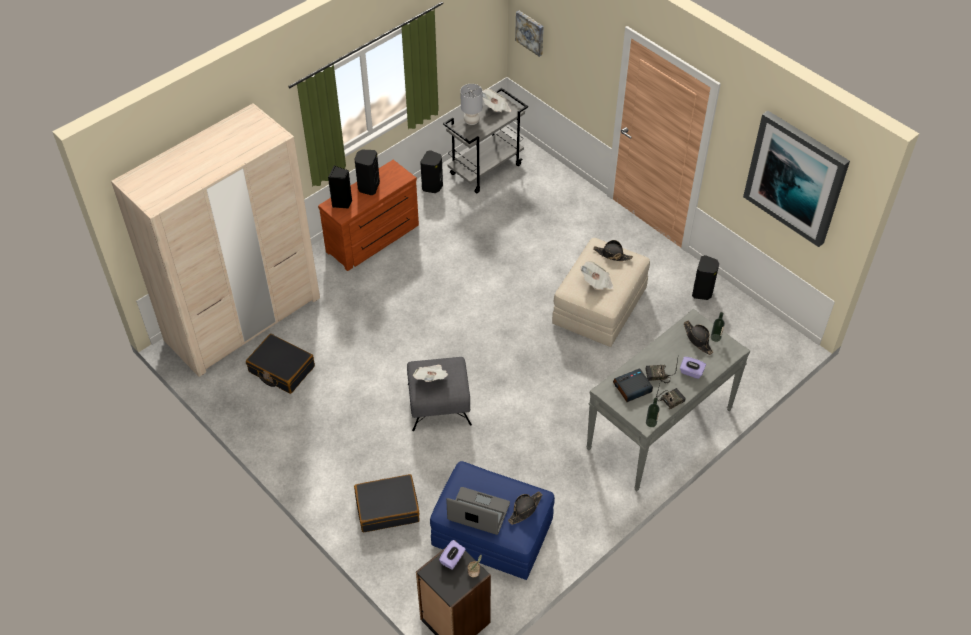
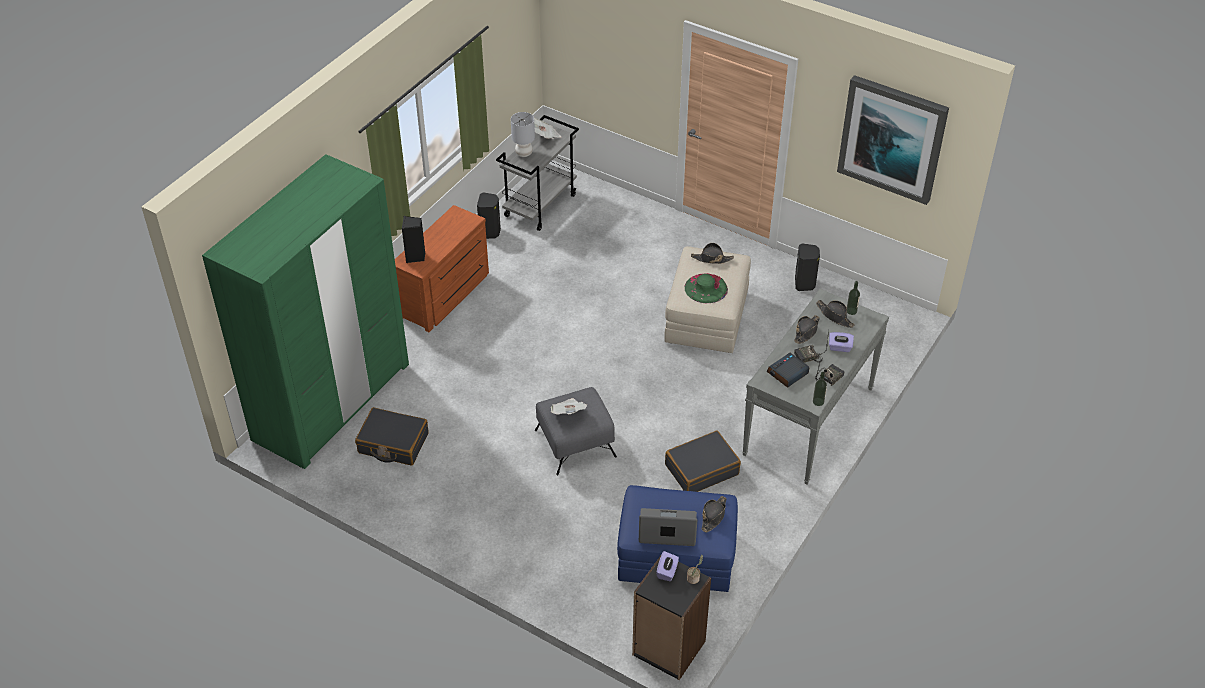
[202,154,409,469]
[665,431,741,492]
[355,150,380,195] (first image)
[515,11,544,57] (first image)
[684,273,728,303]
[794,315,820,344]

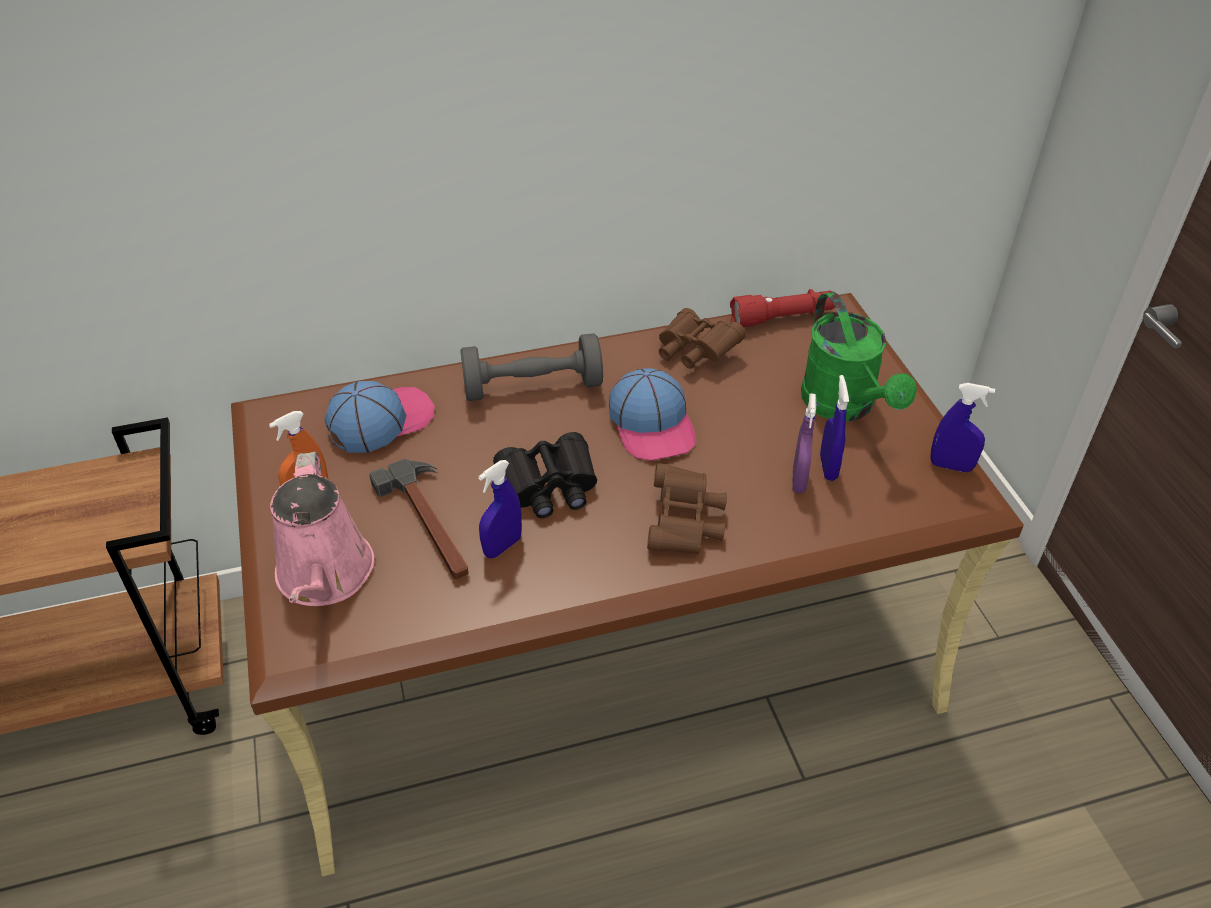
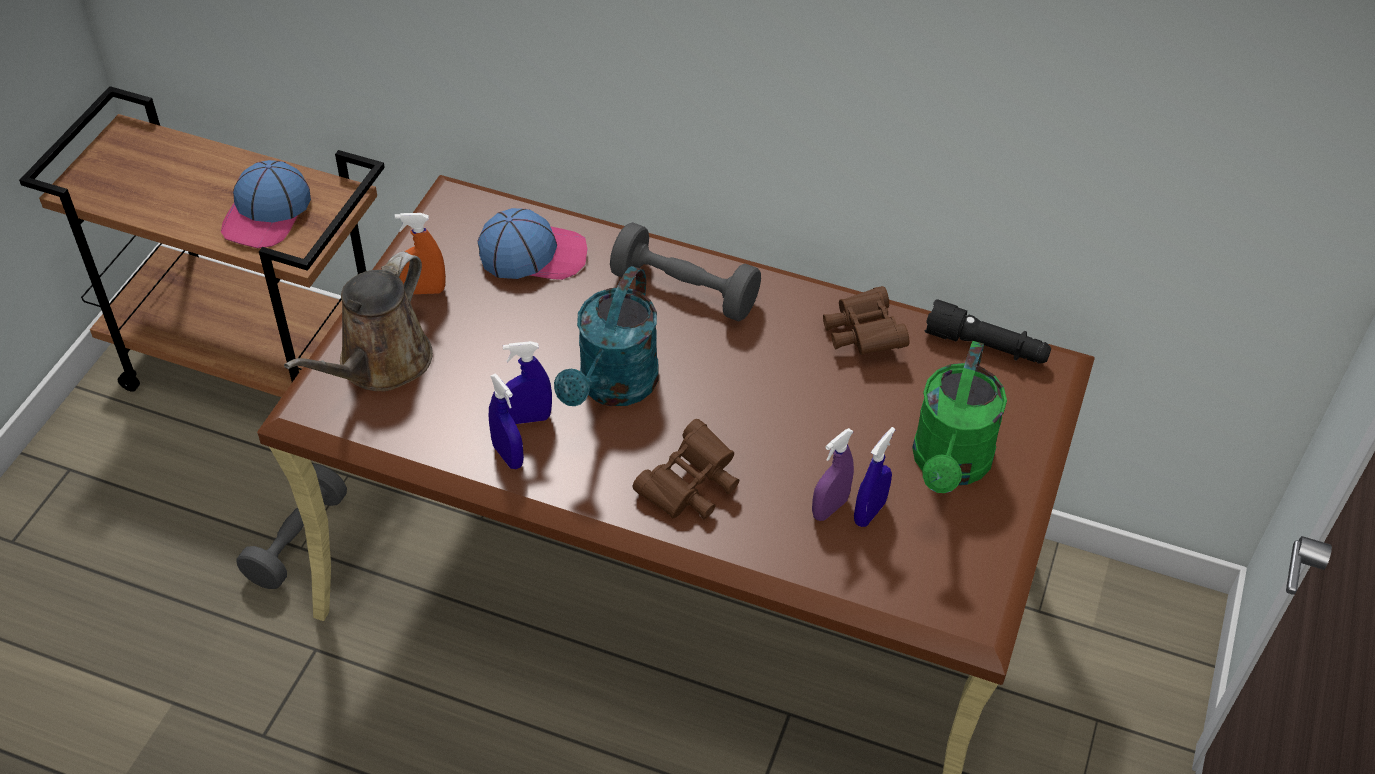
[284,251,433,391]
[369,458,469,579] (first image)
[554,266,659,406]
[221,160,311,248]
[925,299,1051,364]
[489,374,524,469]
[236,464,347,589]

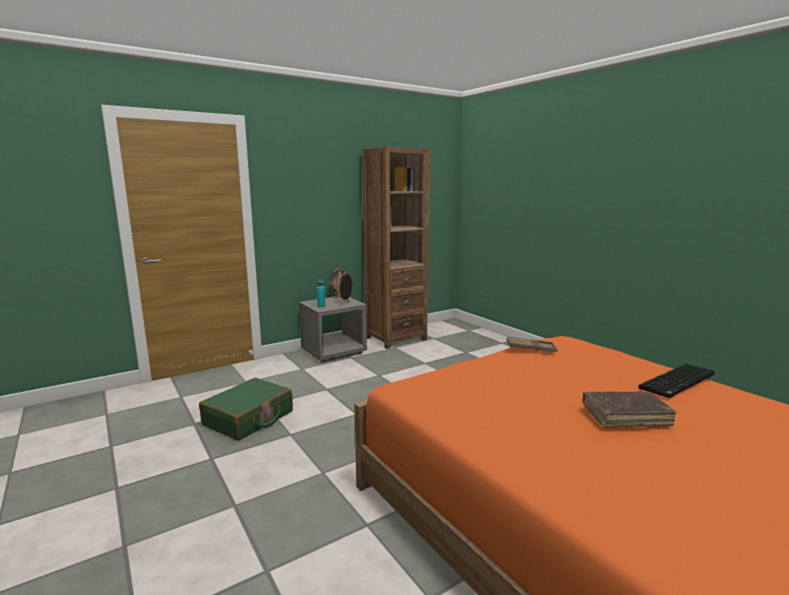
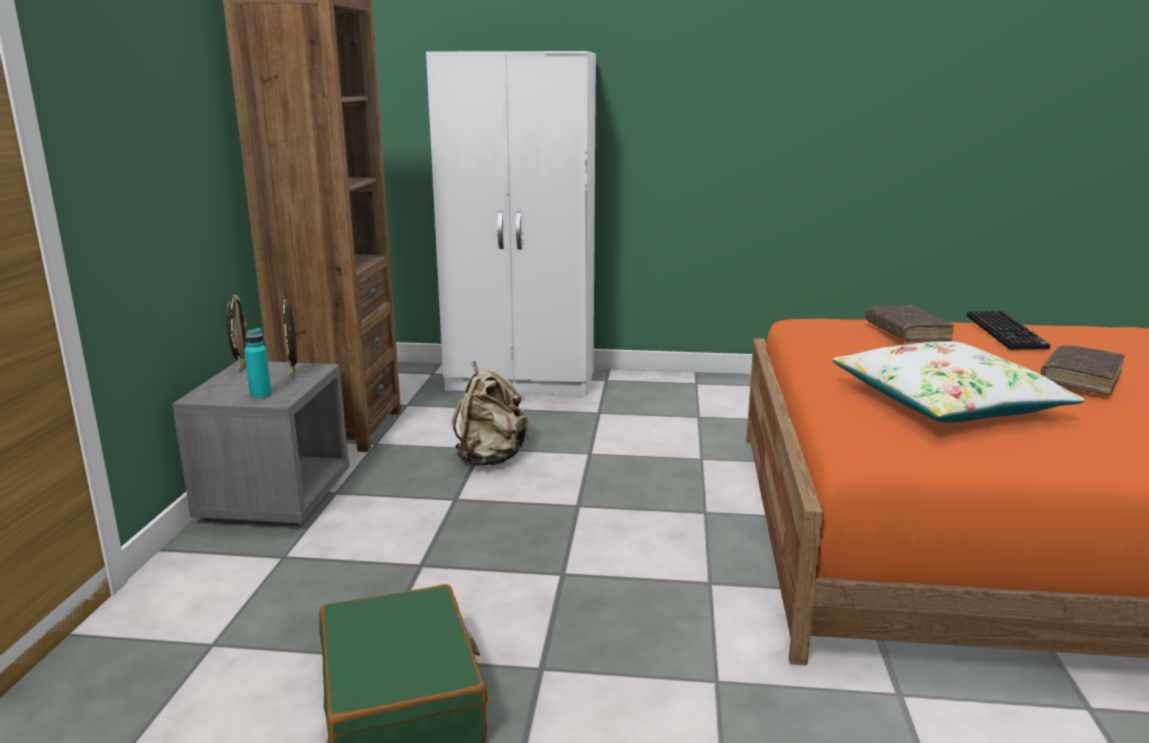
[507,337,558,352] (first image)
[426,51,596,396]
[452,361,529,466]
[832,341,1085,423]
[865,305,954,341]

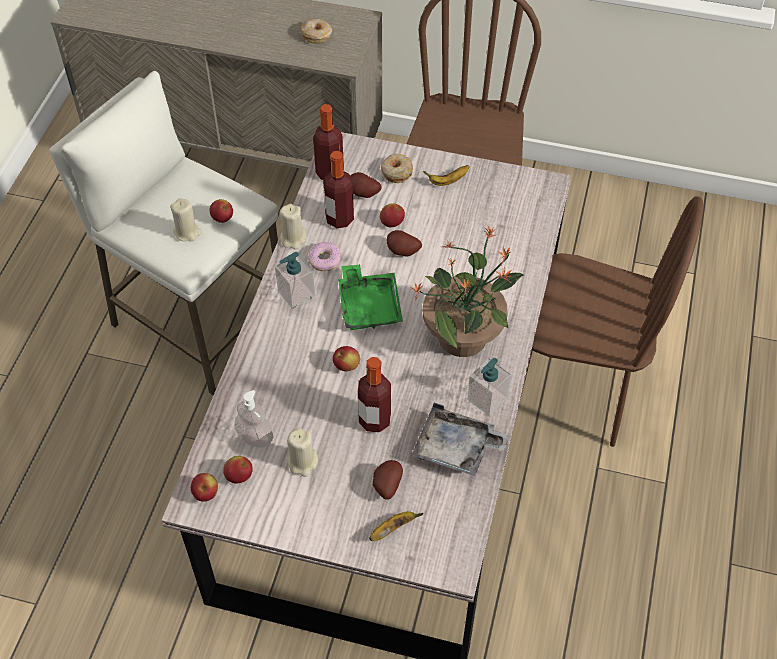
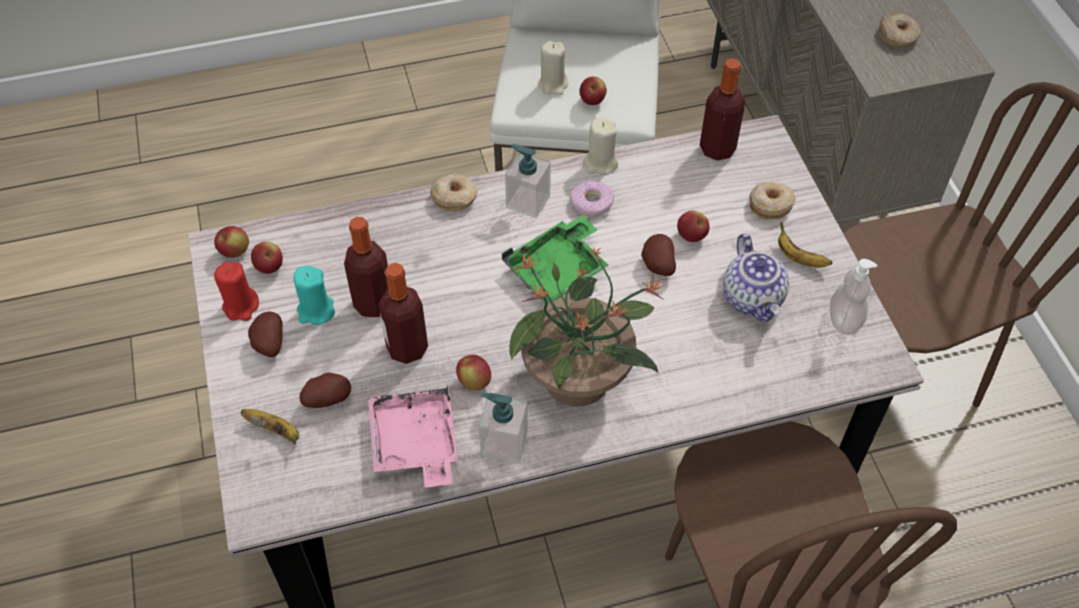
[830,259,877,335]
[293,266,335,325]
[344,217,388,318]
[456,355,491,390]
[248,312,283,357]
[368,385,457,487]
[214,261,259,321]
[430,173,478,212]
[723,233,789,322]

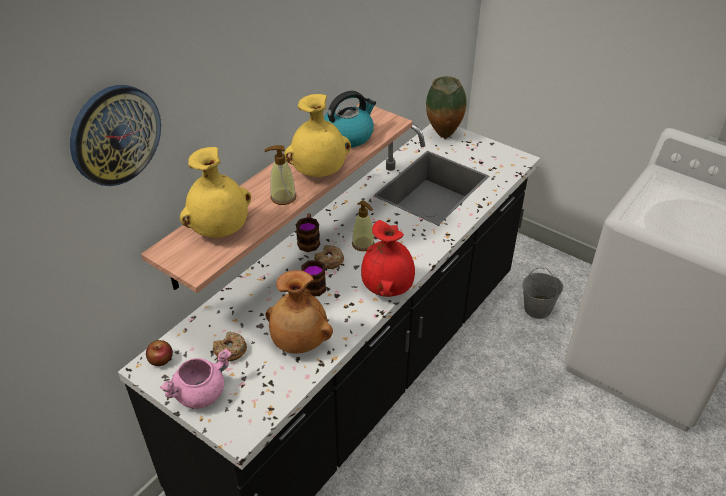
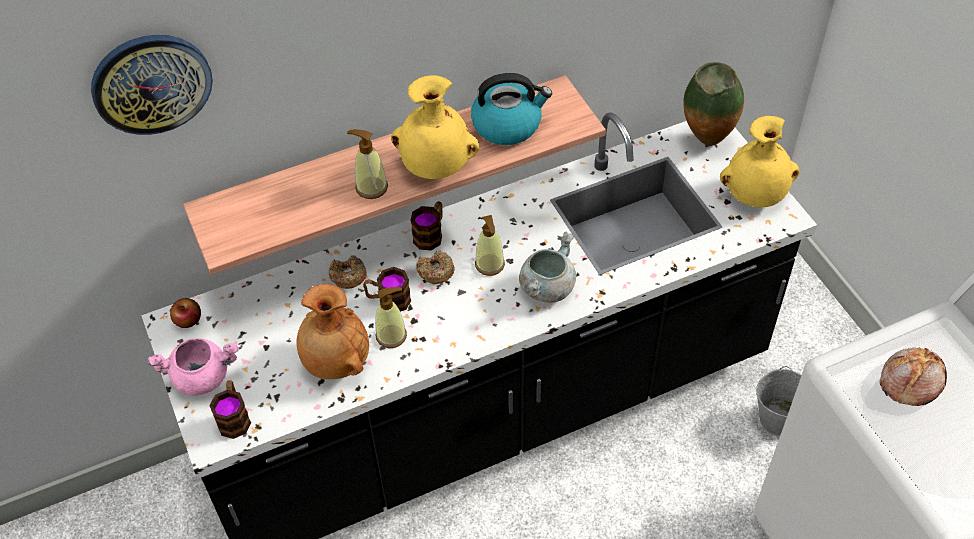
[720,116,800,207]
[328,255,367,289]
[361,220,415,297] (first image)
[209,380,251,439]
[375,287,407,348]
[519,231,576,303]
[880,347,947,406]

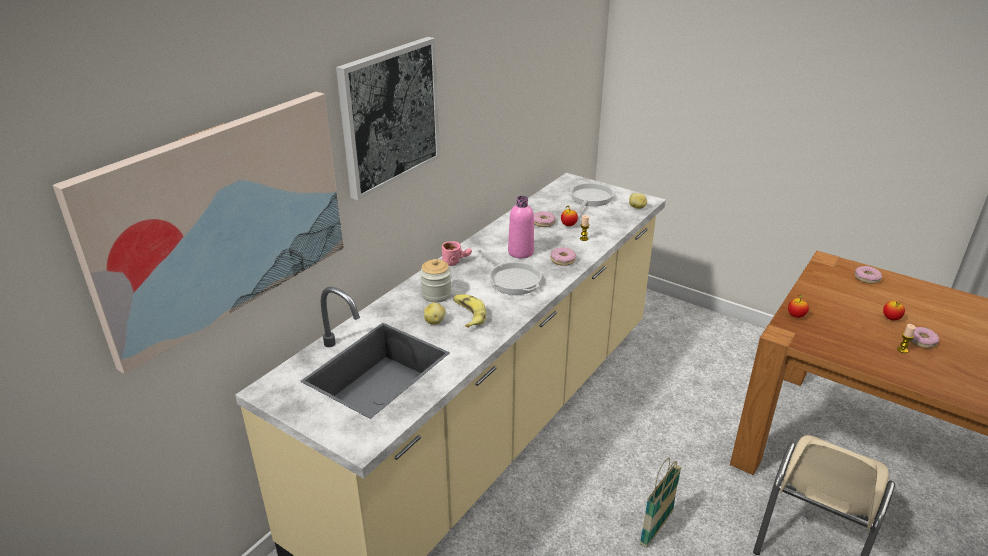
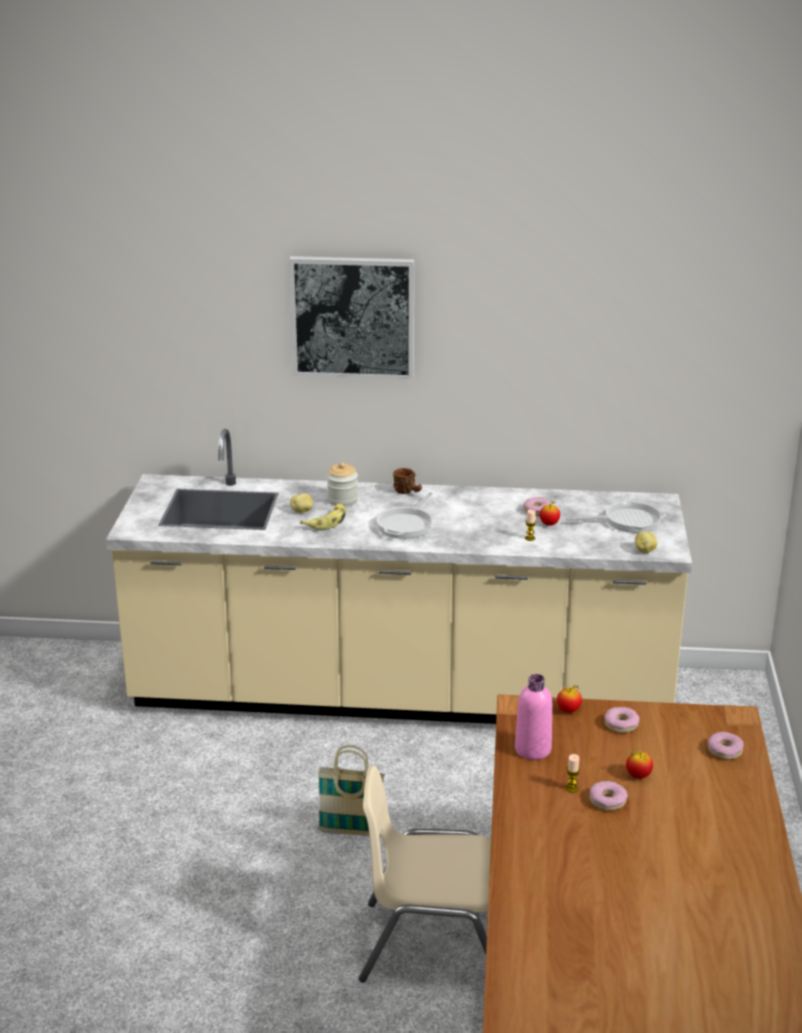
[53,92,344,374] (first image)
[393,468,422,494]
[515,674,552,760]
[604,707,639,733]

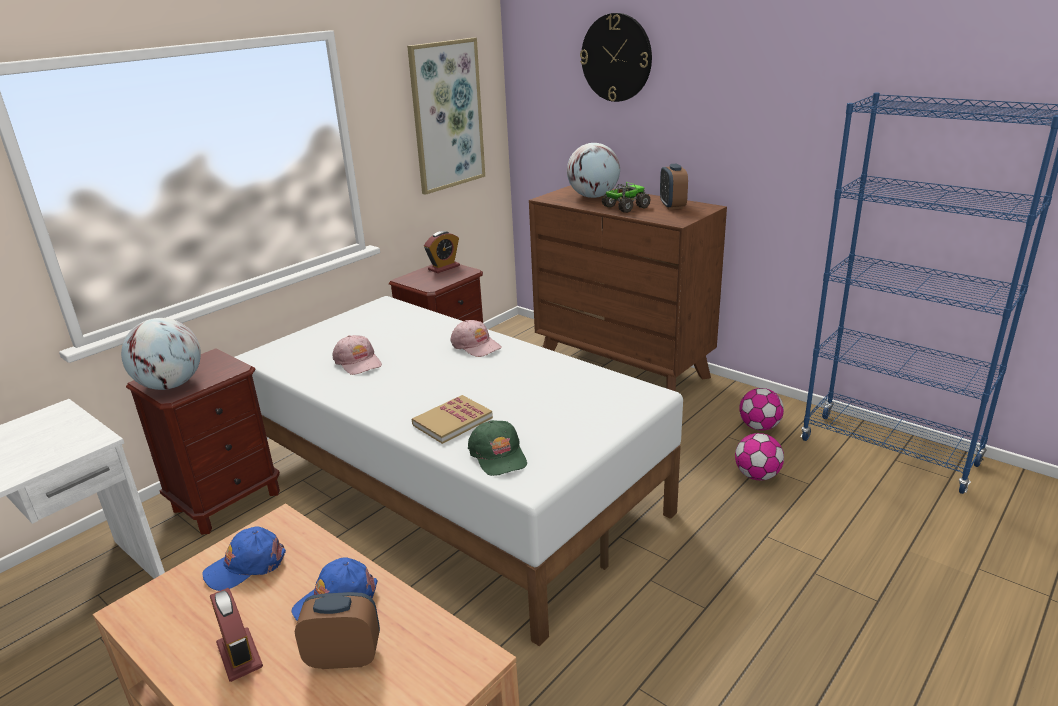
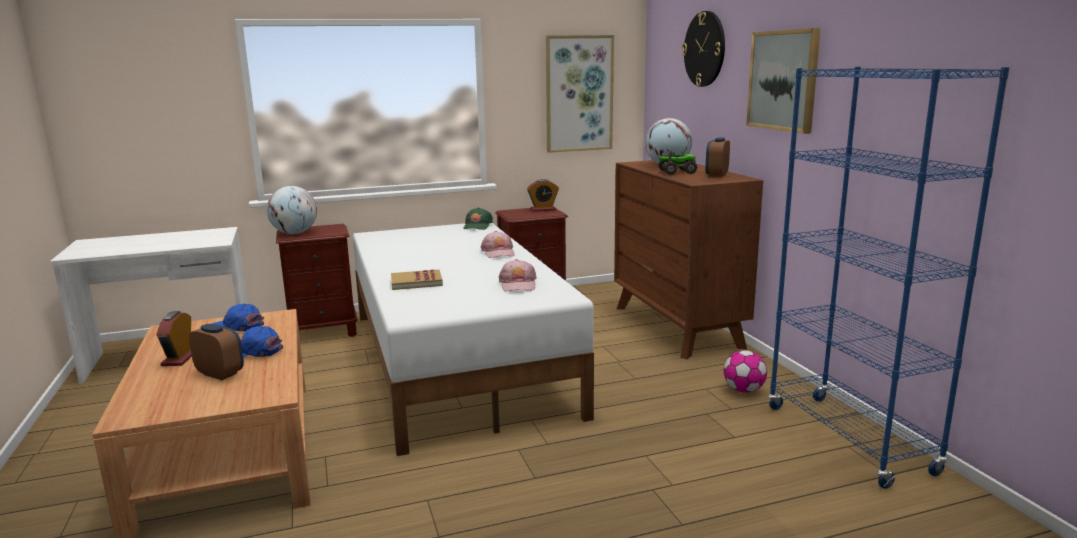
[498,259,537,292]
[463,208,493,230]
[735,433,784,480] (first image)
[746,28,821,134]

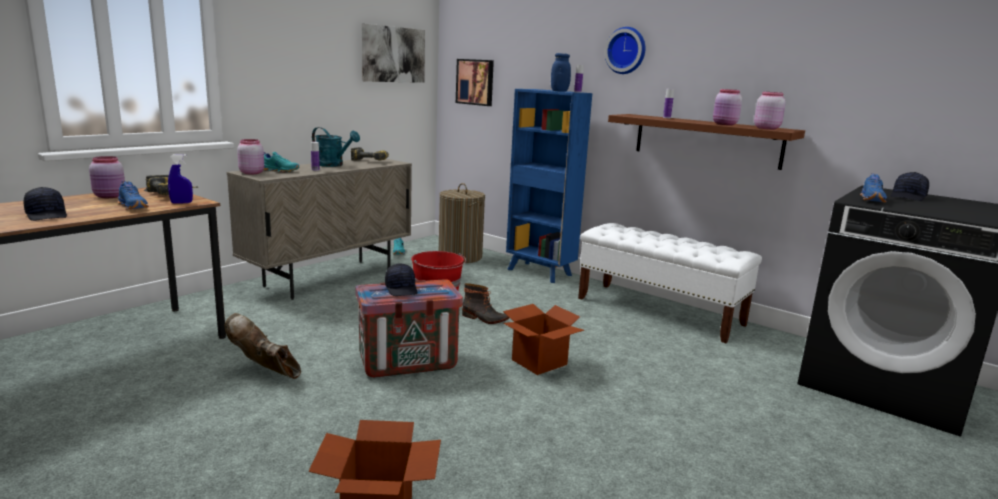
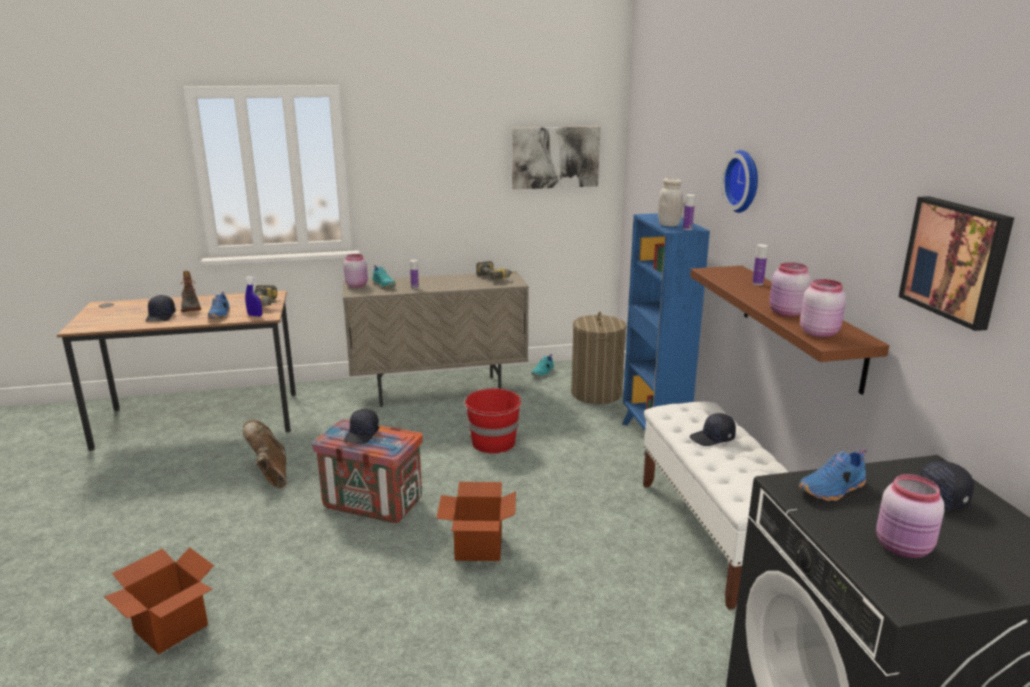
[876,474,945,558]
[312,127,360,167] (first image)
[899,196,1014,331]
[181,271,201,312]
[658,178,683,227]
[689,413,736,446]

